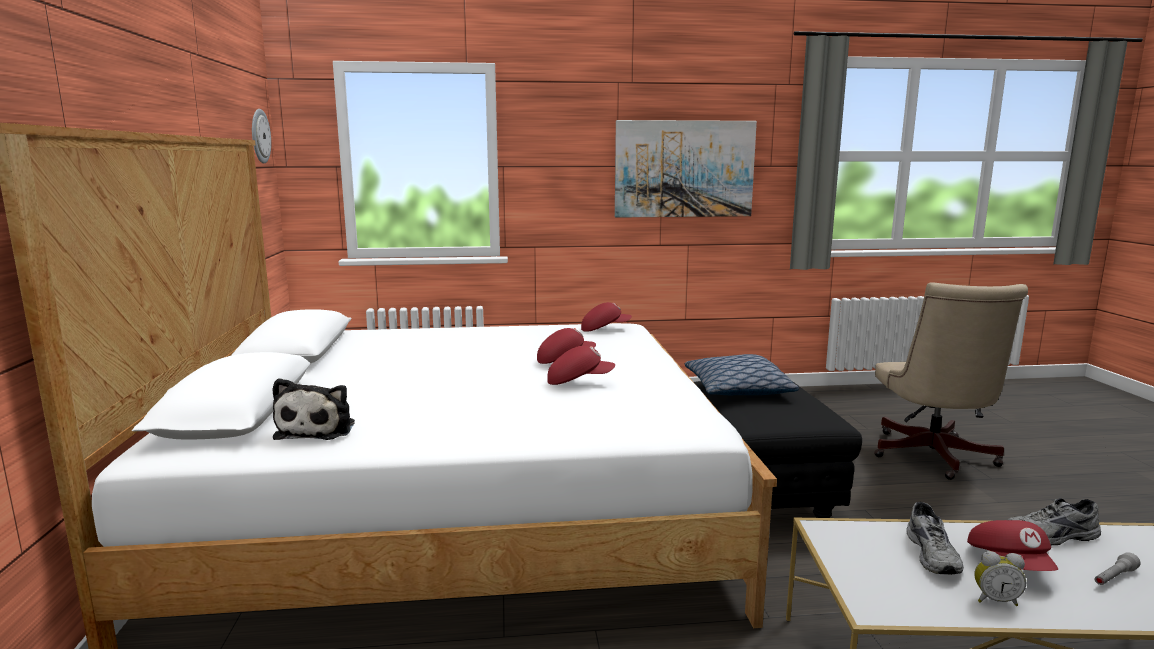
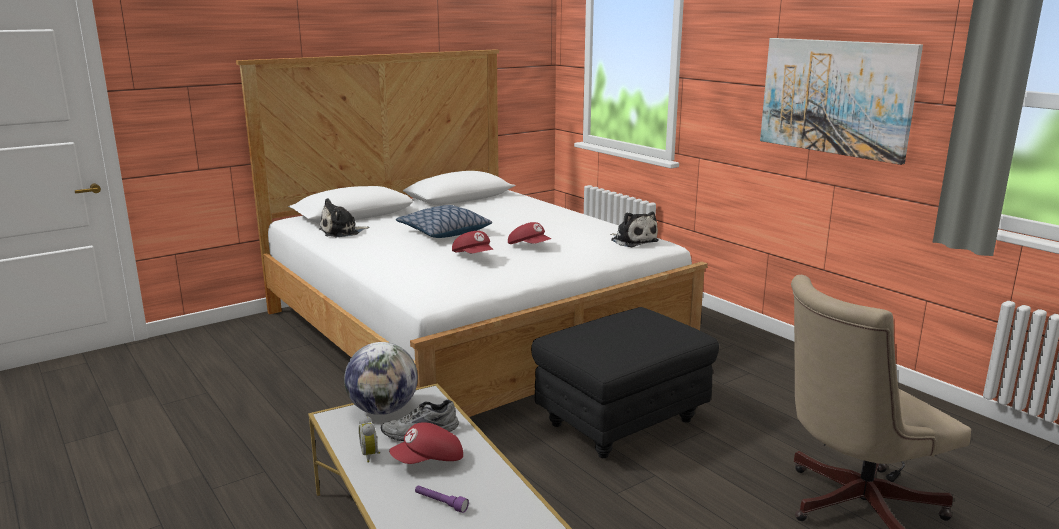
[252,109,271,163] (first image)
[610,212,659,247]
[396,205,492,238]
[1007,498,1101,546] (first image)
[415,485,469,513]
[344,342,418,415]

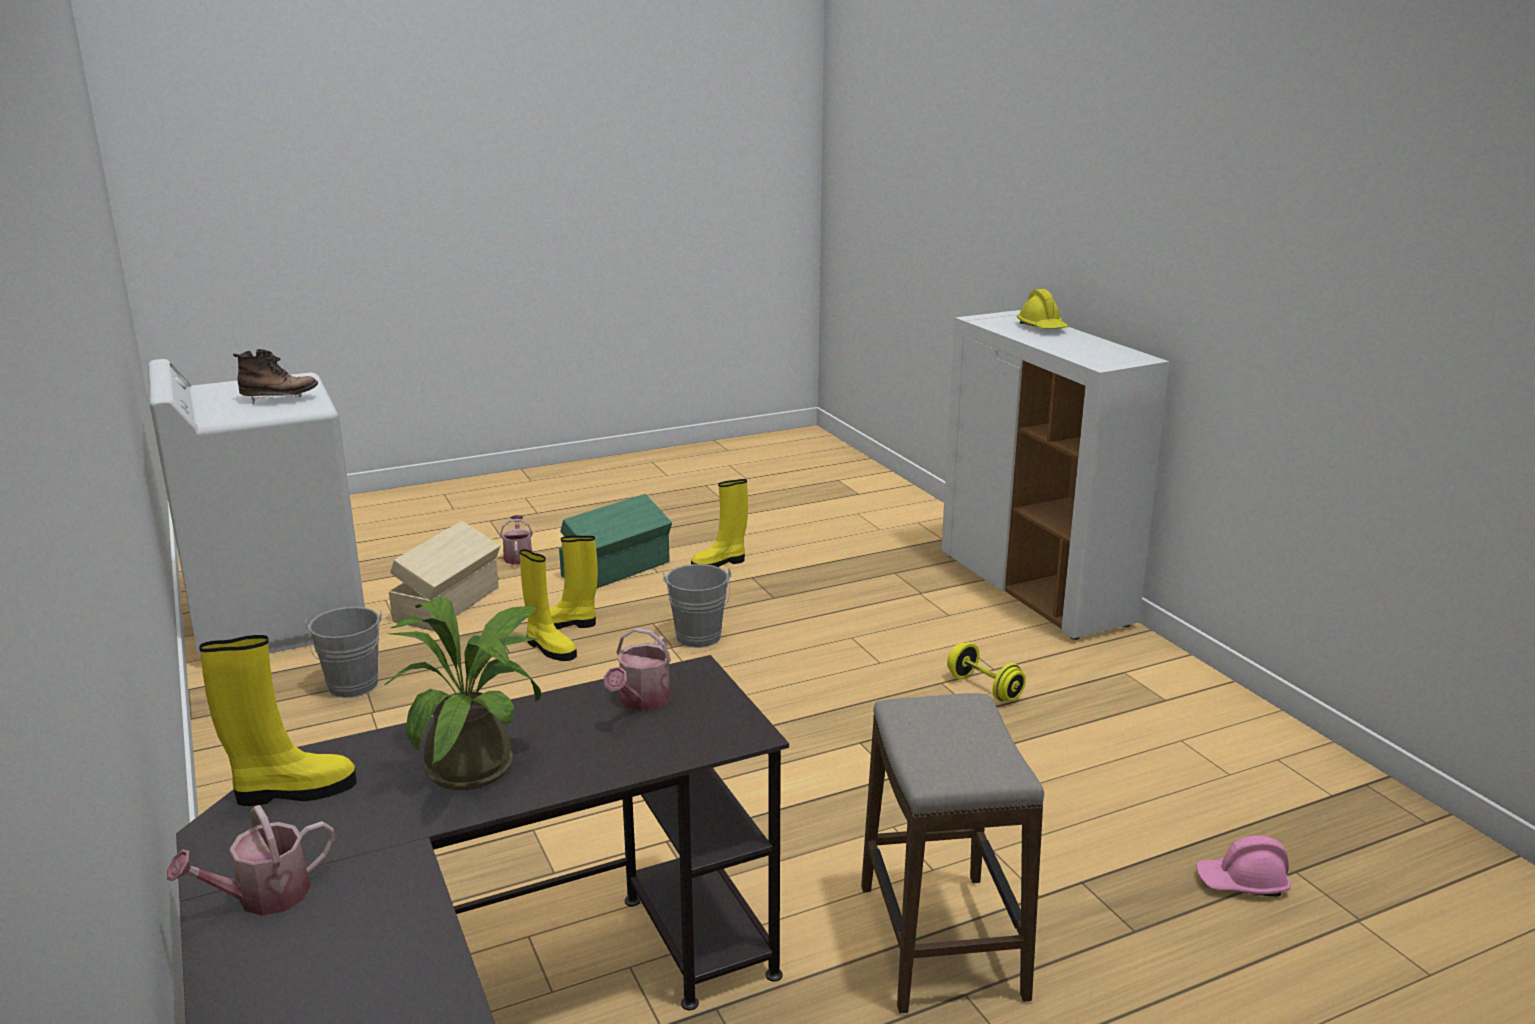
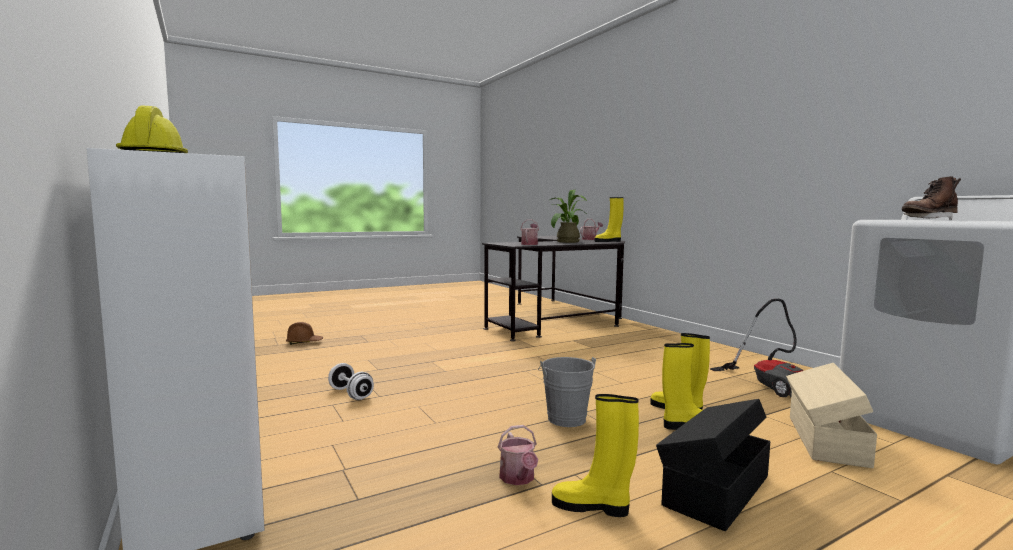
[710,299,803,397]
[498,425,538,485]
[656,399,771,531]
[552,394,639,517]
[861,693,1044,1013] (first image)
[328,363,374,400]
[286,322,323,345]

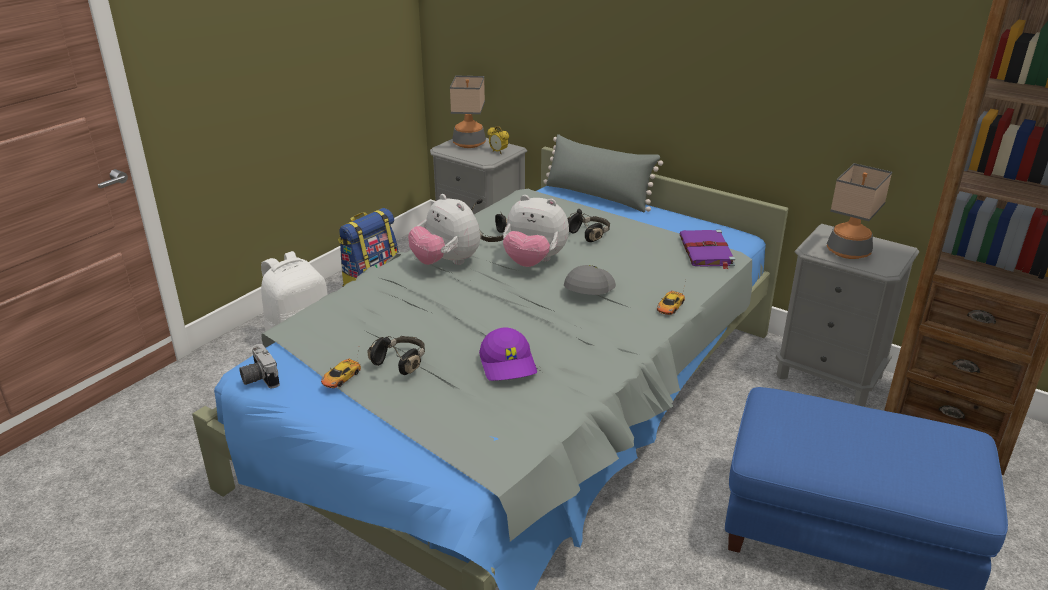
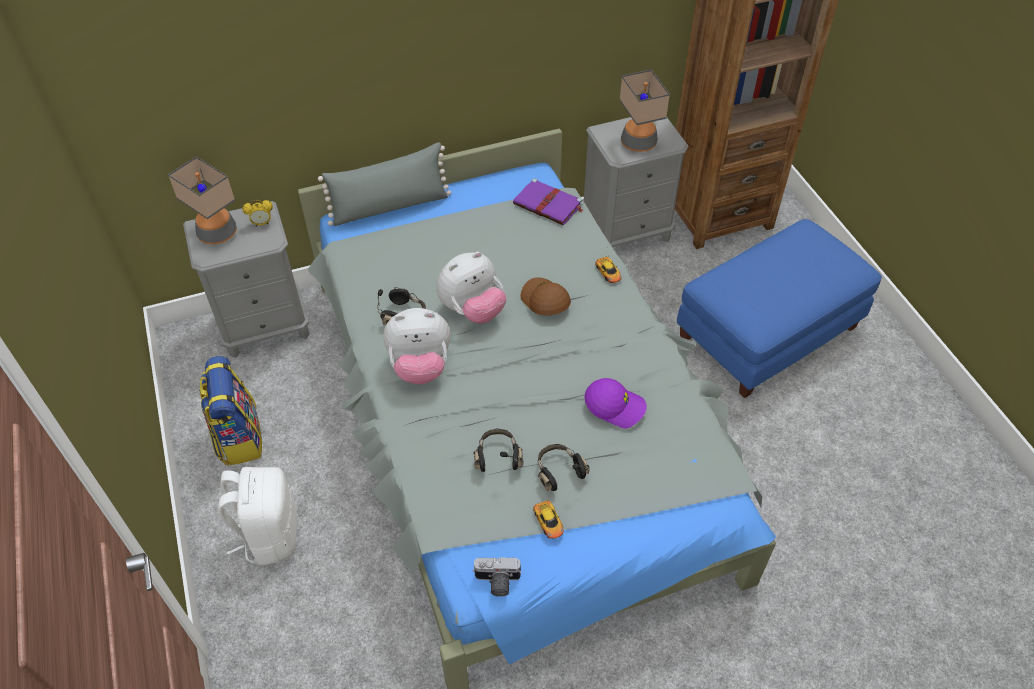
[520,277,571,315]
[473,428,524,472]

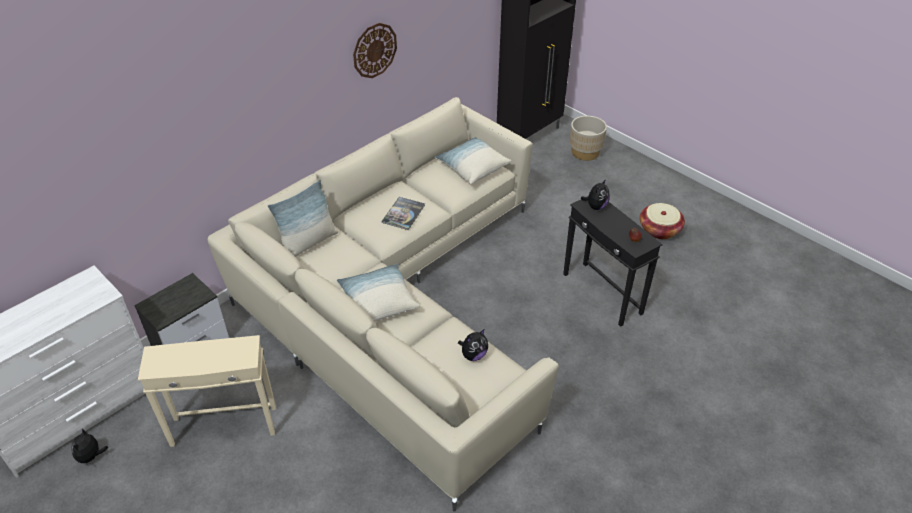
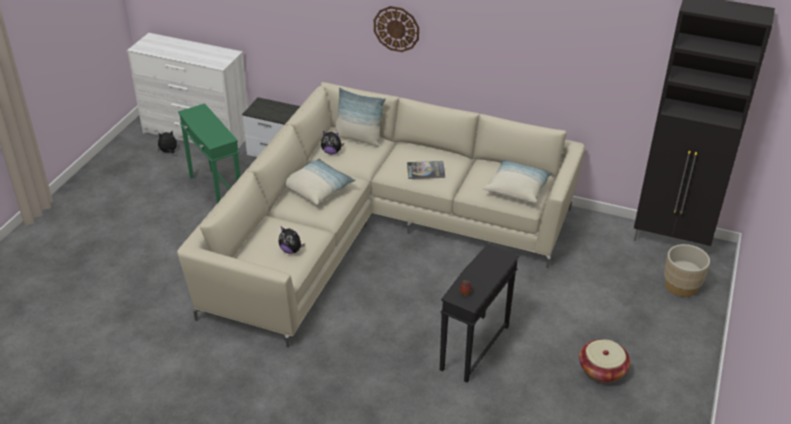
[178,104,241,203]
[374,6,419,52]
[321,131,344,154]

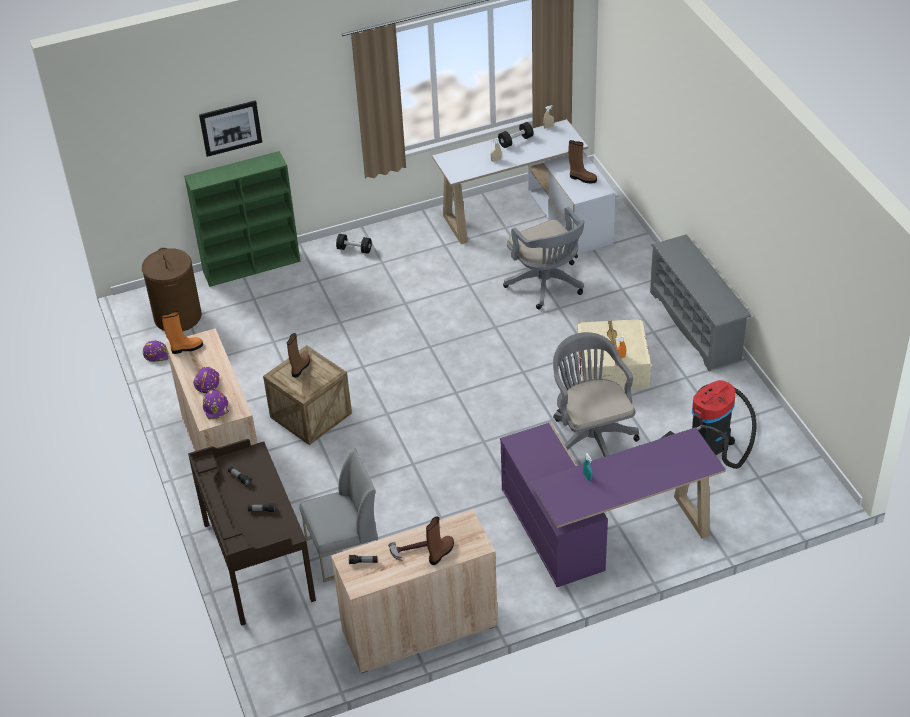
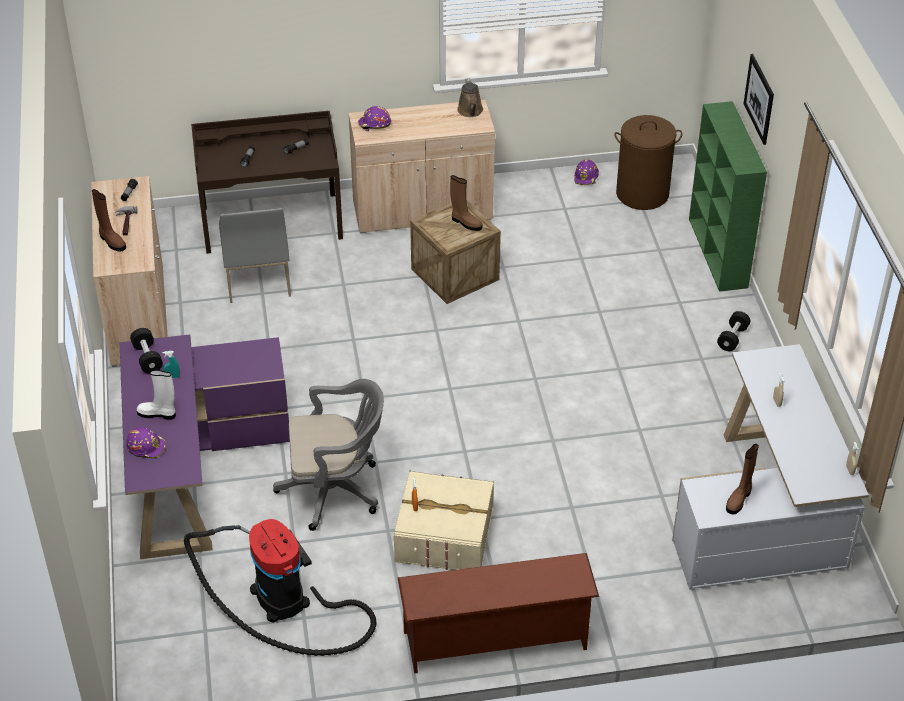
[457,78,483,117]
[126,427,166,459]
[130,328,163,374]
[503,207,585,309] (first image)
[398,553,599,674]
[137,370,176,420]

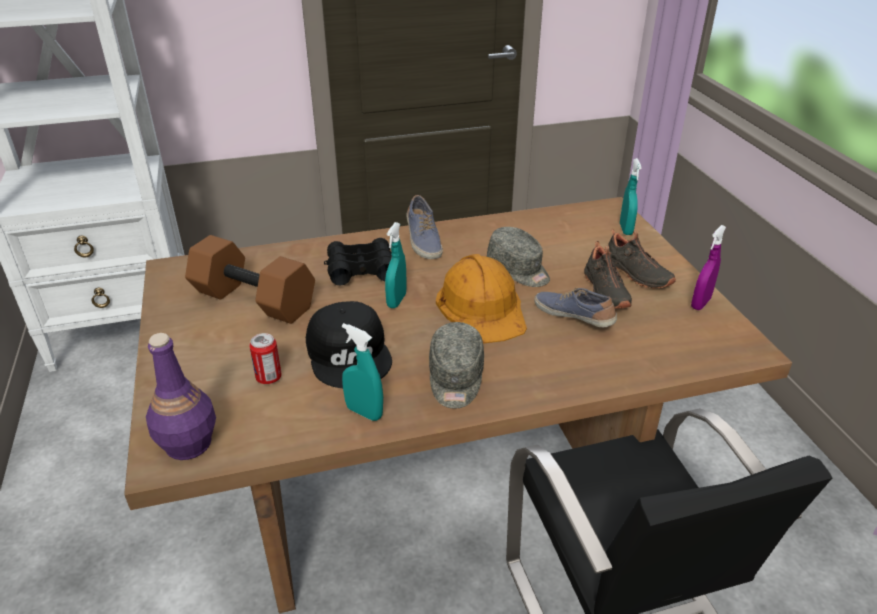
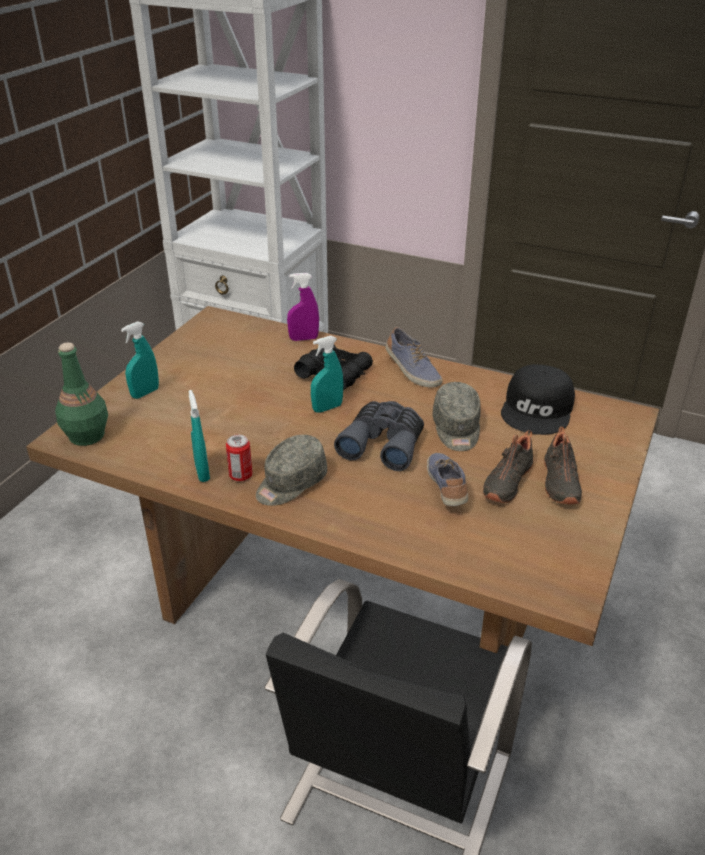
[55,342,108,446]
[185,235,315,324] (first image)
[226,435,252,481]
[501,364,575,435]
[385,327,443,388]
[334,401,424,471]
[121,321,159,399]
[287,273,319,341]

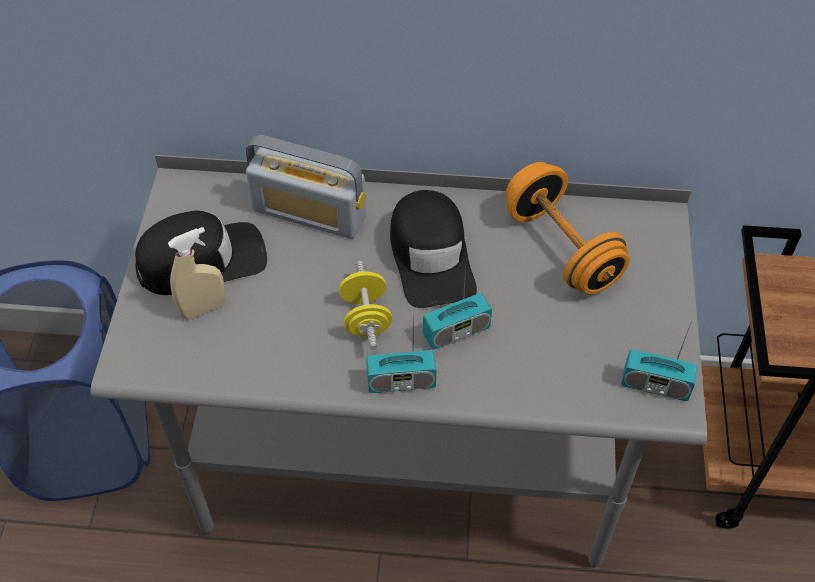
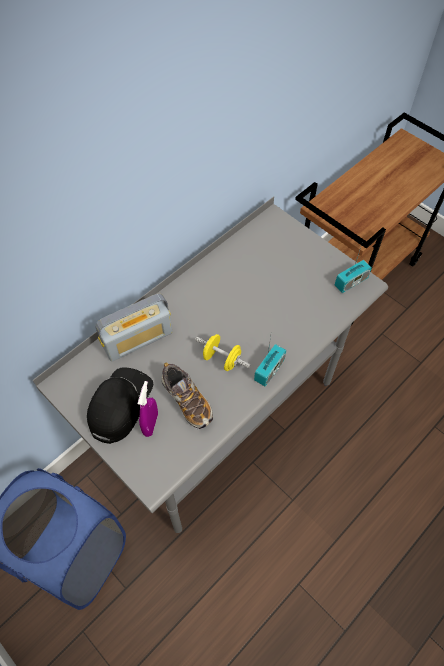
[138,381,158,437]
[390,190,477,308] (first image)
[423,259,492,350] (first image)
[505,162,630,294] (first image)
[162,362,213,429]

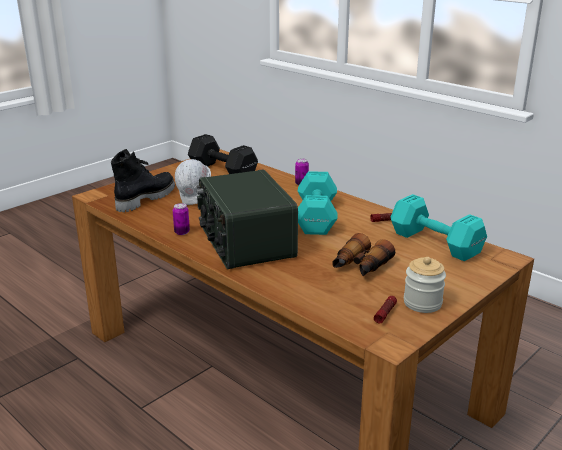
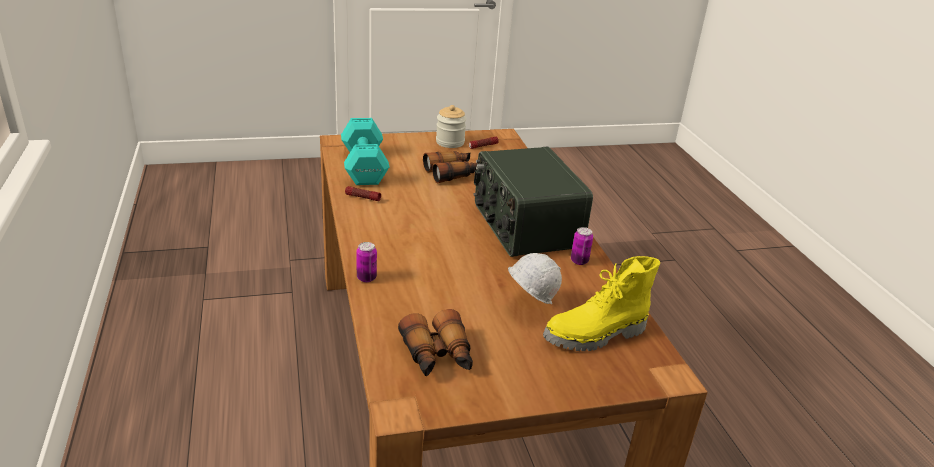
[543,256,660,351]
[398,309,473,377]
[474,146,593,257]
[298,171,338,235] (first image)

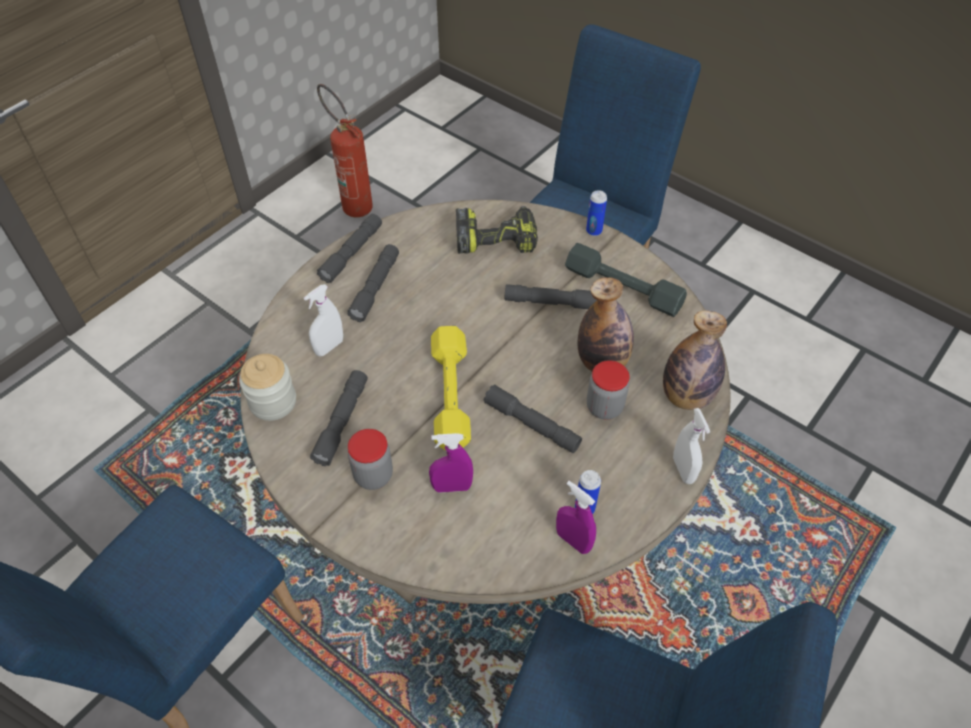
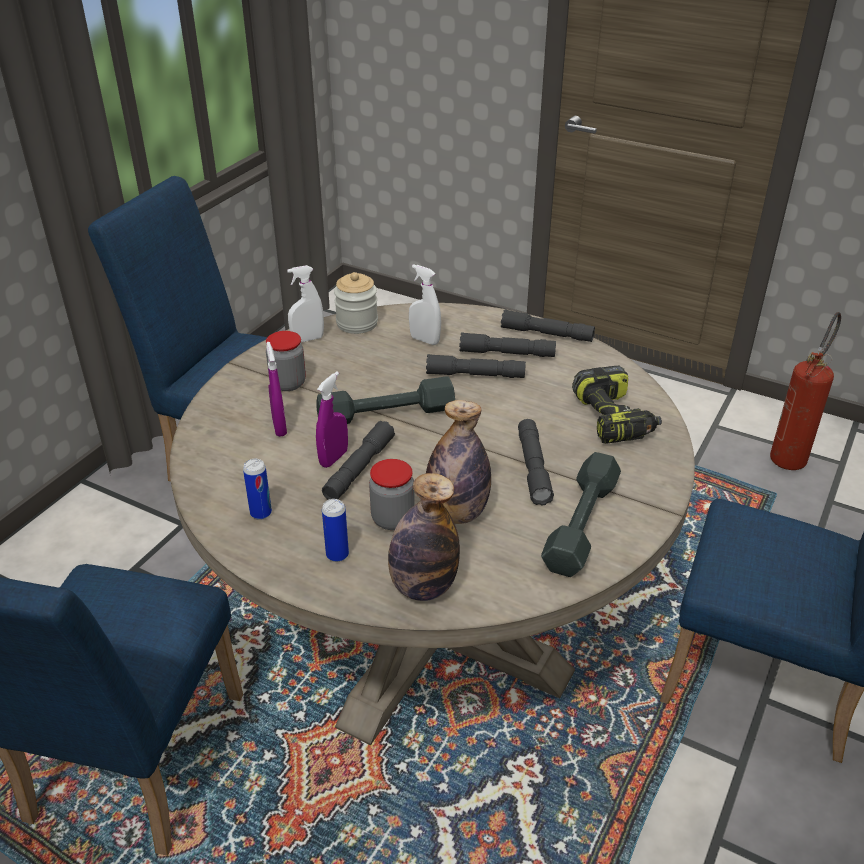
[426,354,526,378]
[316,376,455,424]
[316,372,348,468]
[322,499,349,562]
[287,265,324,342]

